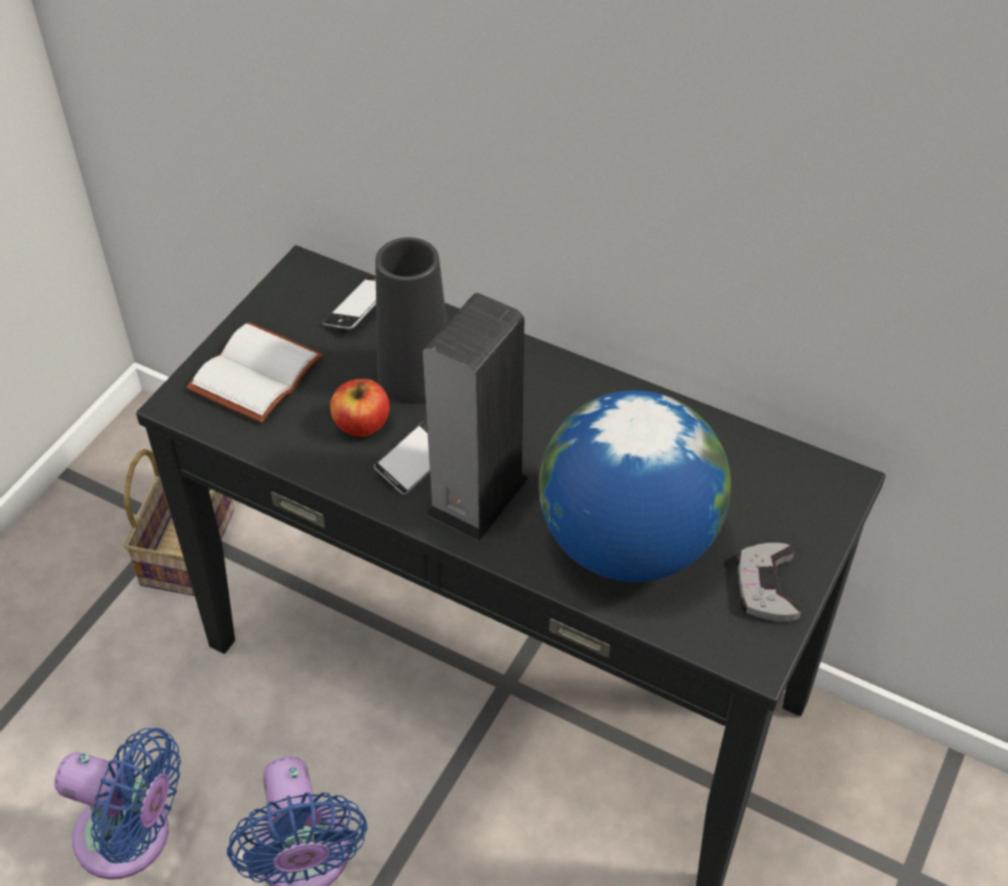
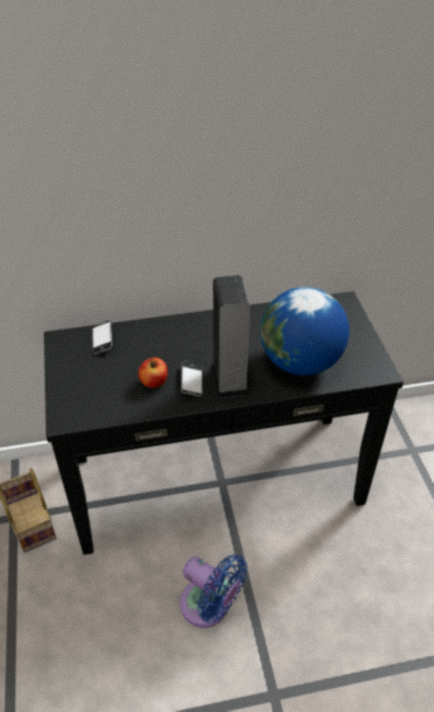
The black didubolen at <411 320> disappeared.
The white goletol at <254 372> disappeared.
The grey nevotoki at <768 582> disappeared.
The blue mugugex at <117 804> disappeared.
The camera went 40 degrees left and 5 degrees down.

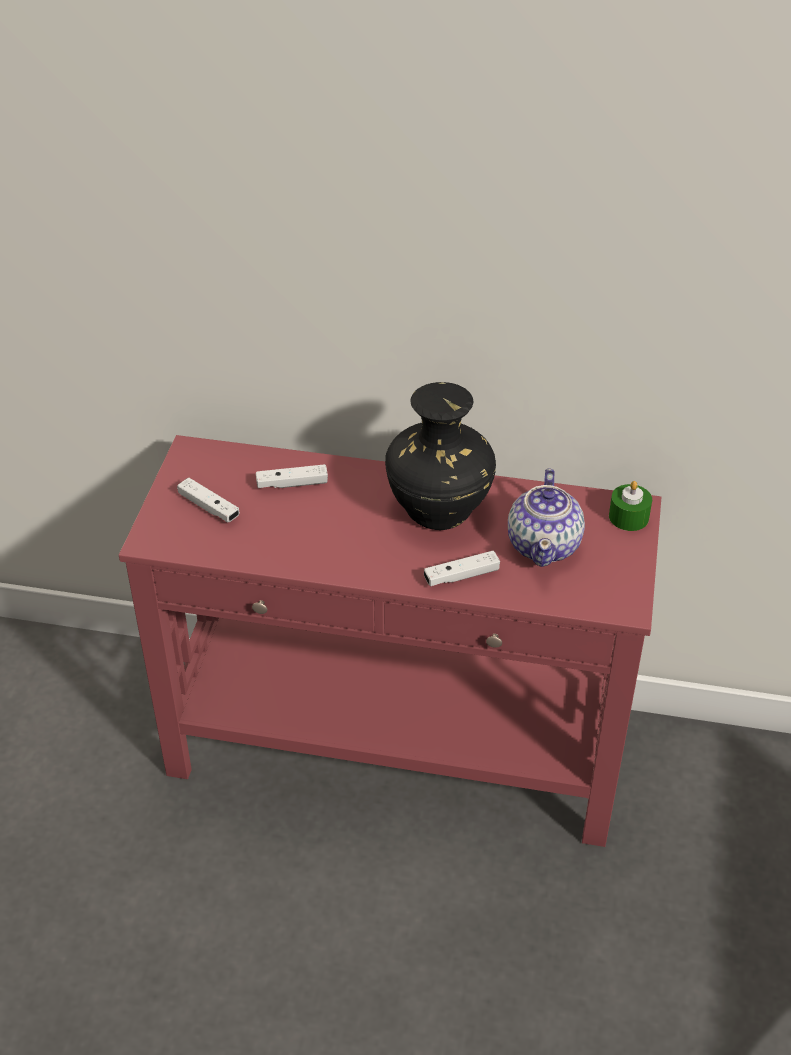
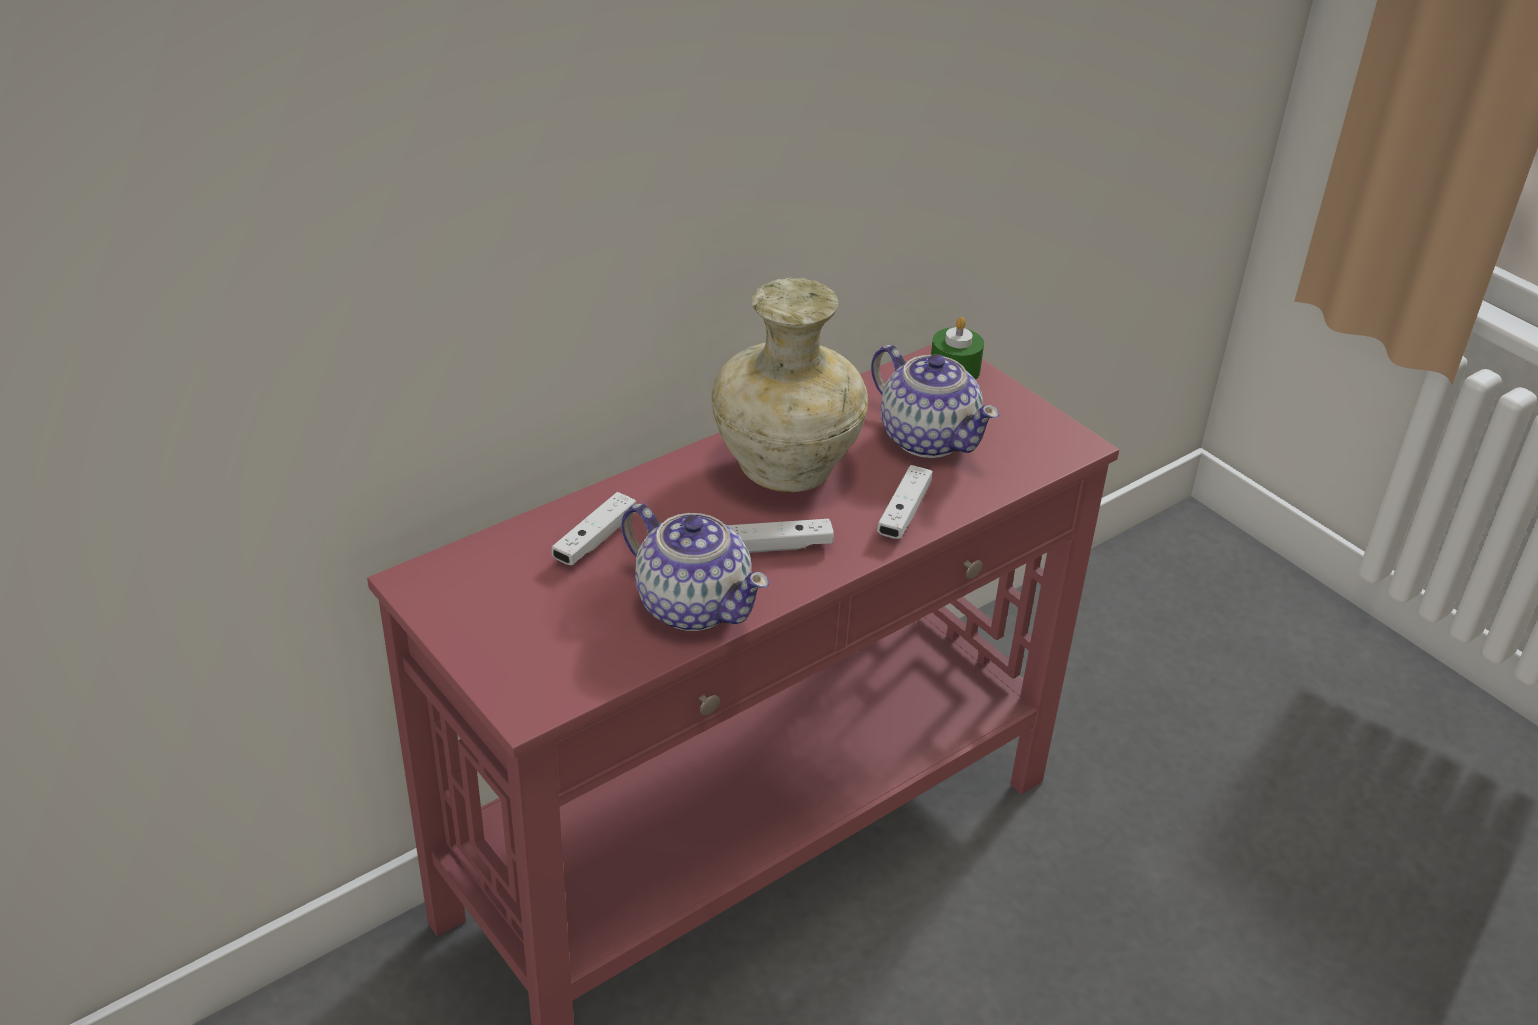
The black didubolen at <440 456> became the beige didubolen at <789 384>.
The white nevotoki moved from <208 500> to <780 536>.
The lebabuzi at <695 567> appeared.
The camera went 50 degrees left and 5 degrees down.

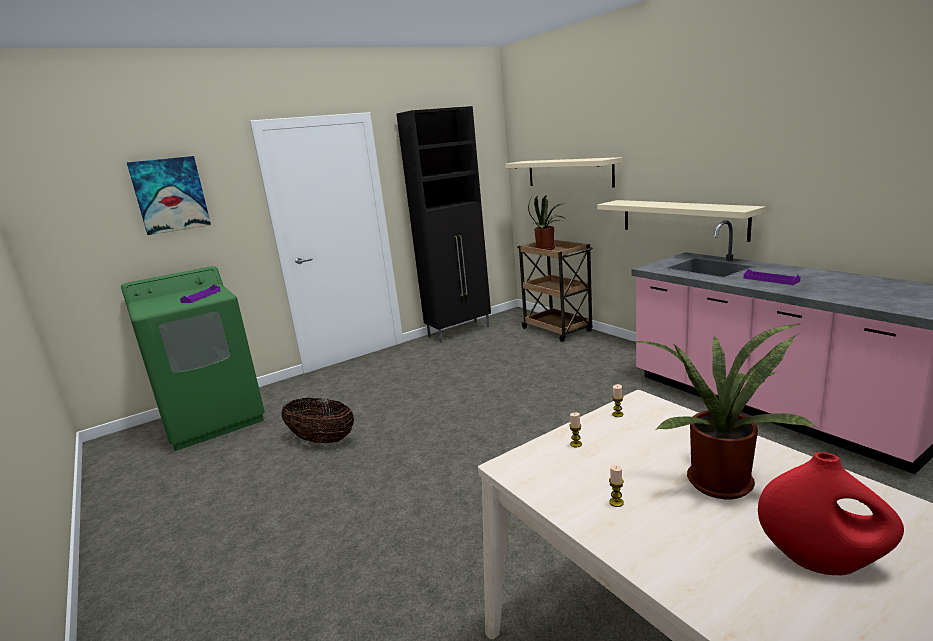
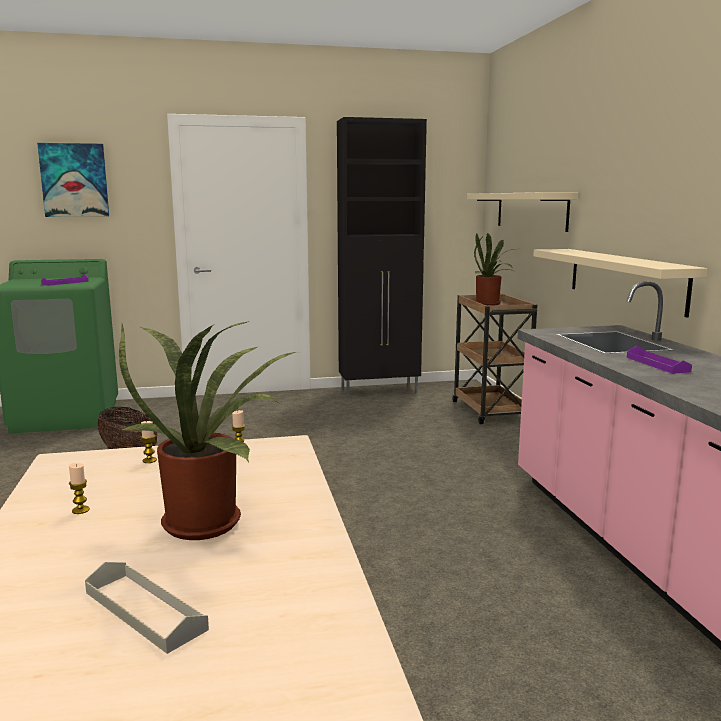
The red didubolen at <831 513> was replaced by the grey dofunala at <147 608>.
The camera went 20 degrees right and 5 degrees down.

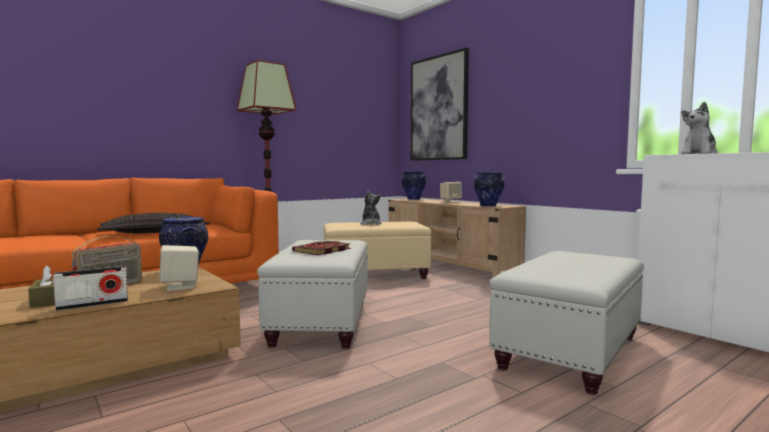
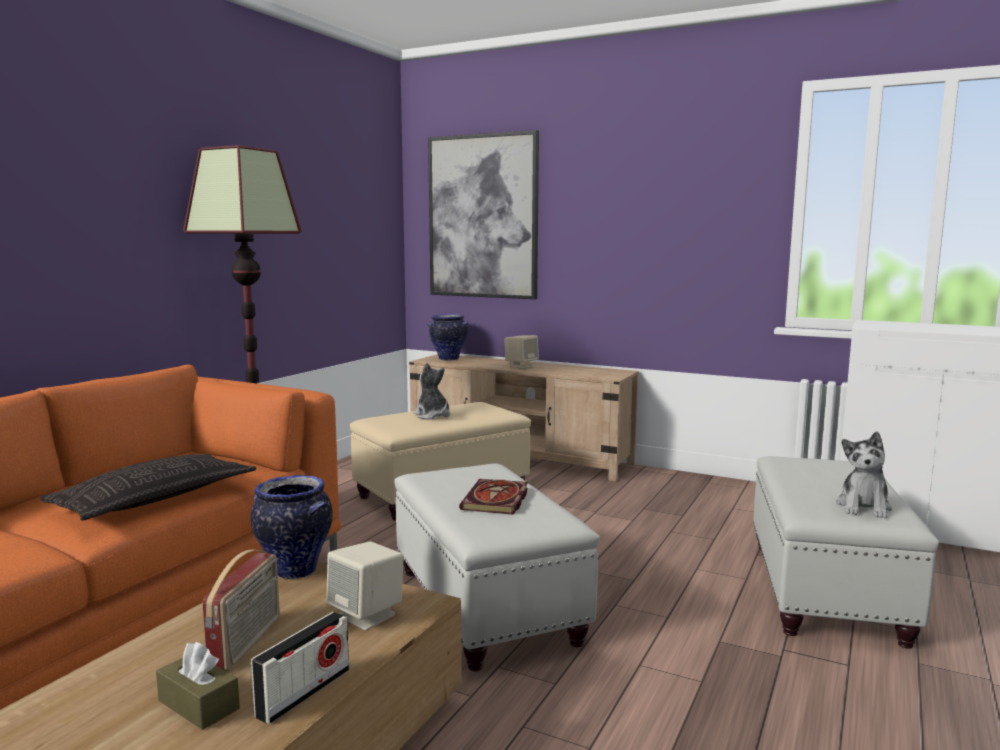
The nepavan moved from <699 128> to <864 475>.
The didubolen at <489 189> disappeared.
The camera went 25 degrees left and 5 degrees up.

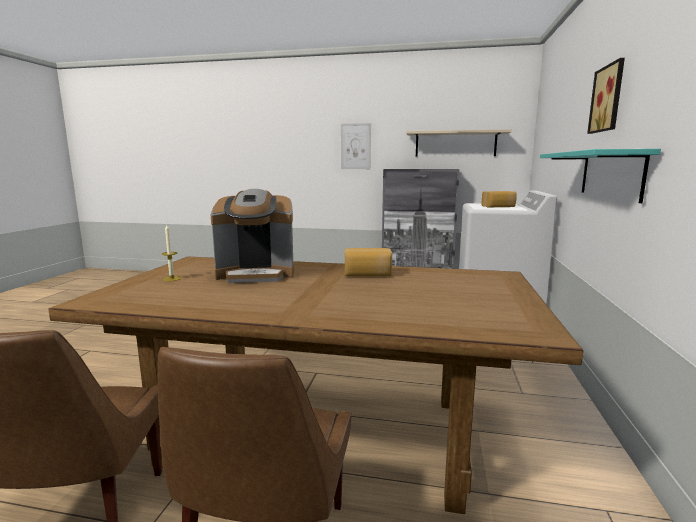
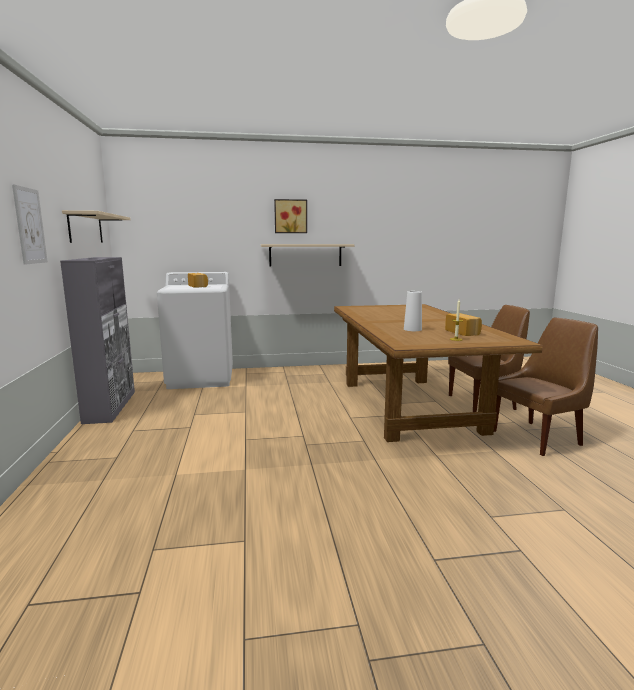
The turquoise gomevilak at <600 176> became the beige gomevilak at <307 255>.
The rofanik at <252 236> was replaced by the white didubolen at <413 311>.
The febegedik moved from <368 262> to <463 324>.
The camera went 110 degrees left and 0 degrees up.

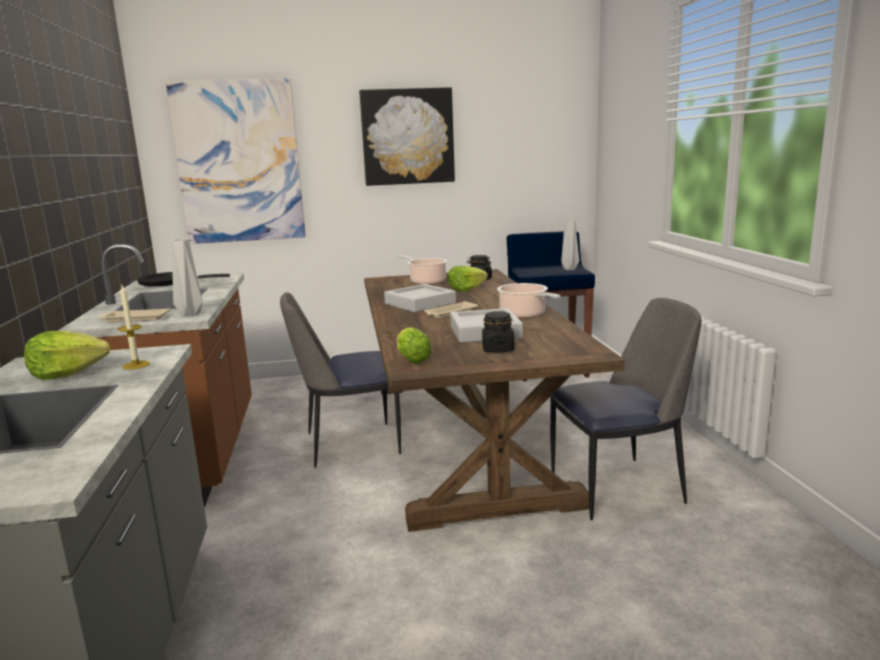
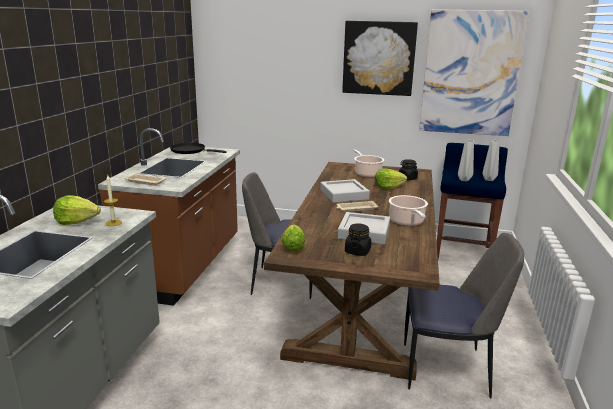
The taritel moved from <236 161> to <474 72>.
The grey didubolen moved from <187 277> to <466 160>.
The camera went 20 degrees right and 5 degrees up.

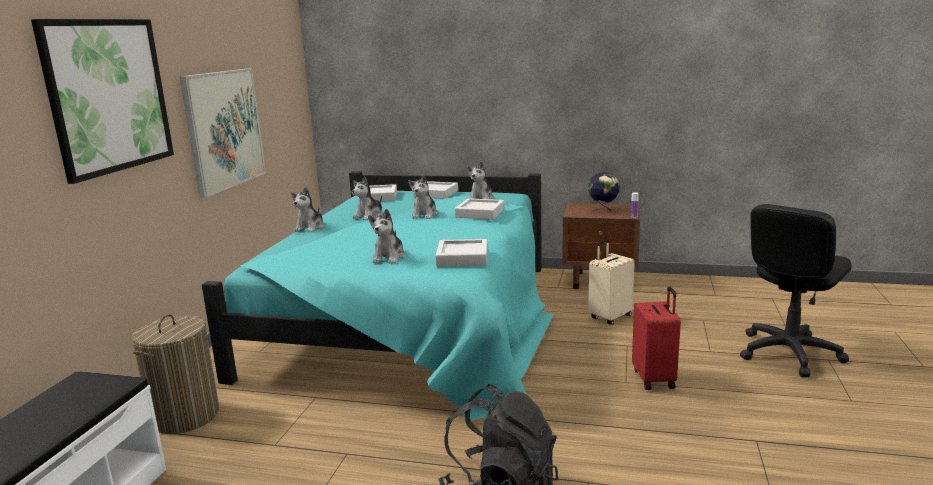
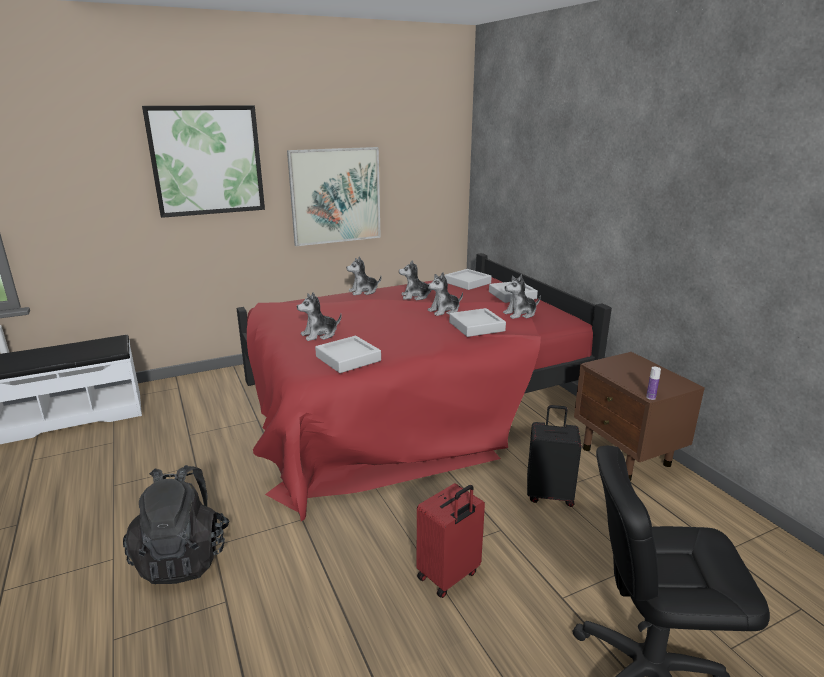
The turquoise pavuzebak at <378 295> became the red pavuzebak at <424 387>.
The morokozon at <604 193> disappeared.
The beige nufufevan at <611 282> became the black nufufevan at <554 456>.
The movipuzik at <175 374> disappeared.
The camera went 50 degrees right and 5 degrees up.

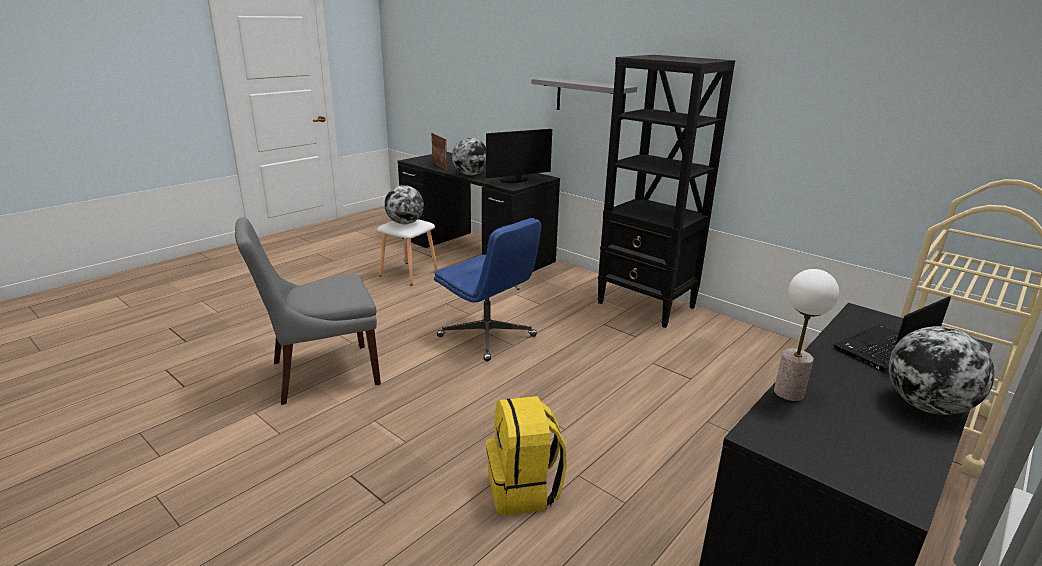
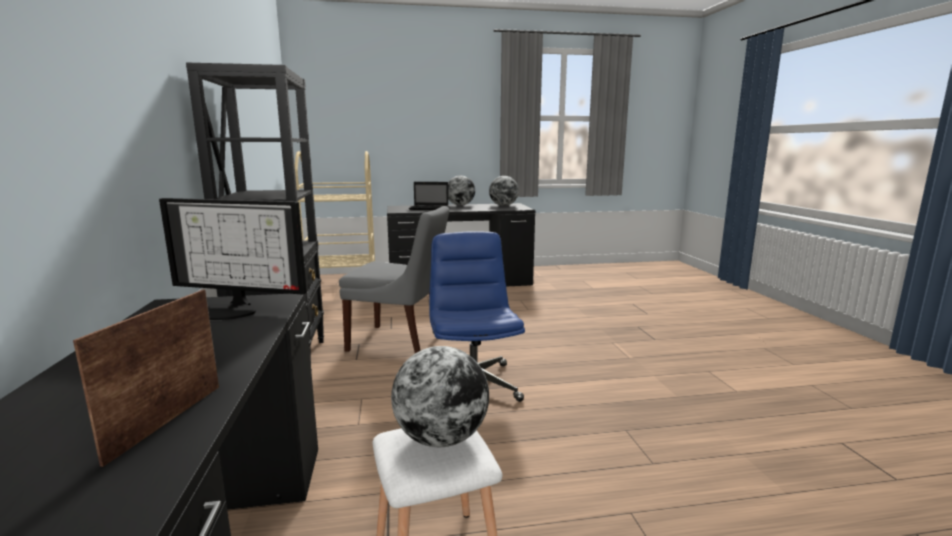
The grey gomevilak at <584 98> disappeared.
The morokozon moved from <469 156> to <504 191>.
The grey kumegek moved from <308 311> to <394 279>.
The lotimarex at <806 335> disappeared.
The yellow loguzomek at <526 455> disappeared.
The camera went 140 degrees left and 10 degrees down.

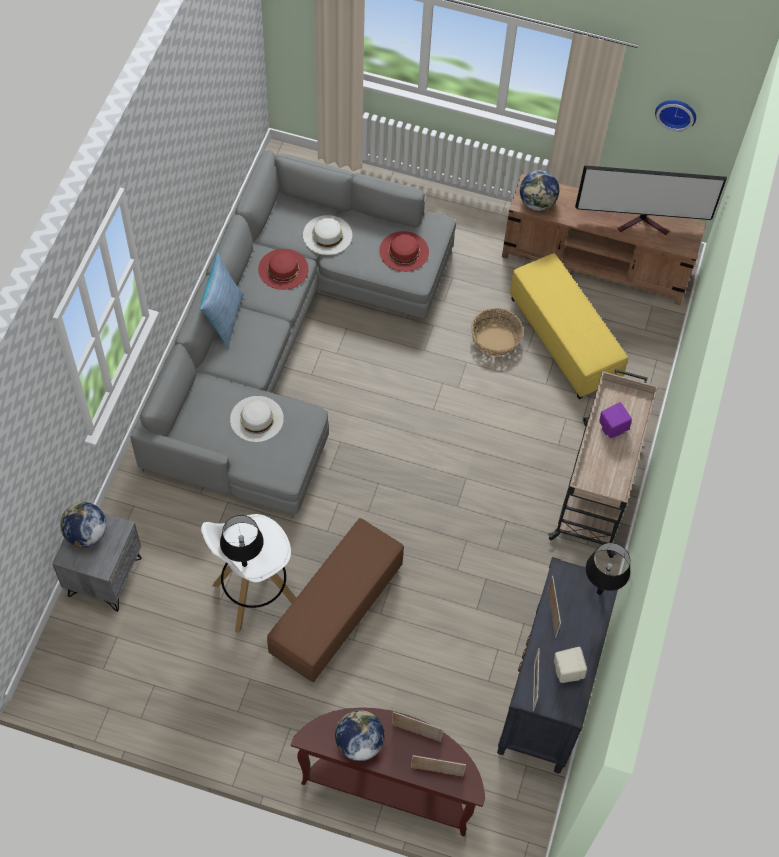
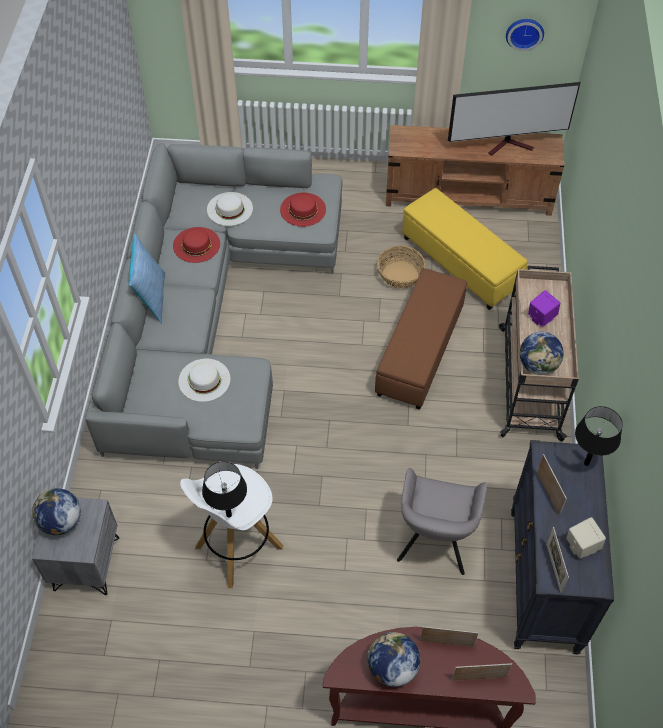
The morokozon moved from <539 190> to <542 353>.
The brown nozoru moved from <335 600> to <421 339>.
The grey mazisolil at <442 521> appeared.
The camera went 10 degrees left and 5 degrees down.

